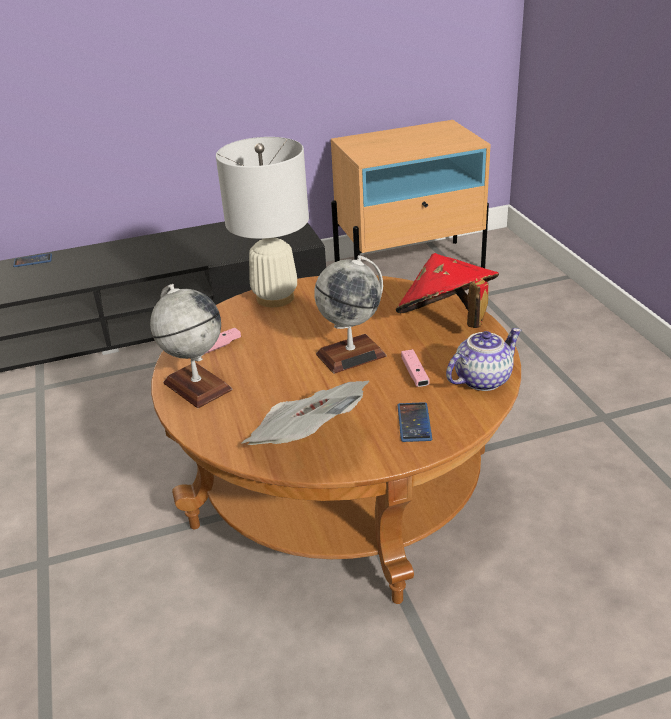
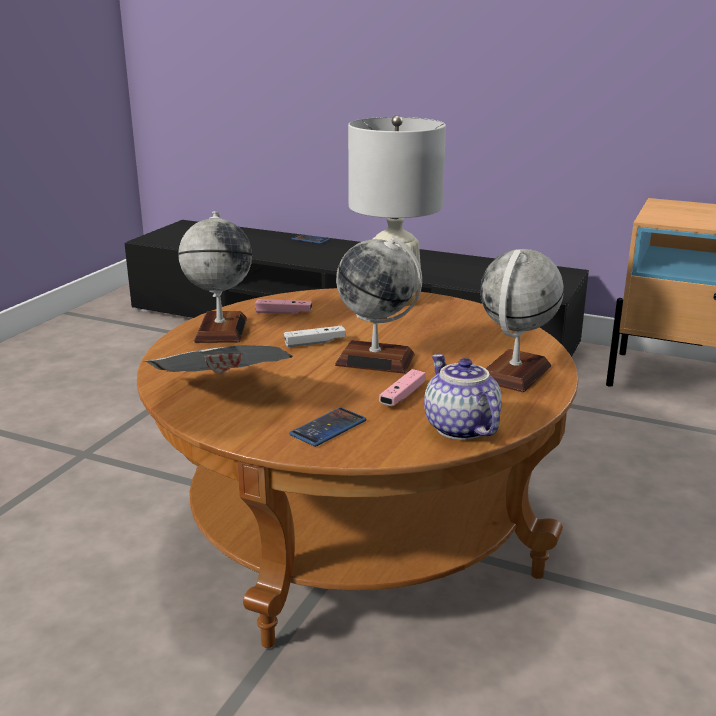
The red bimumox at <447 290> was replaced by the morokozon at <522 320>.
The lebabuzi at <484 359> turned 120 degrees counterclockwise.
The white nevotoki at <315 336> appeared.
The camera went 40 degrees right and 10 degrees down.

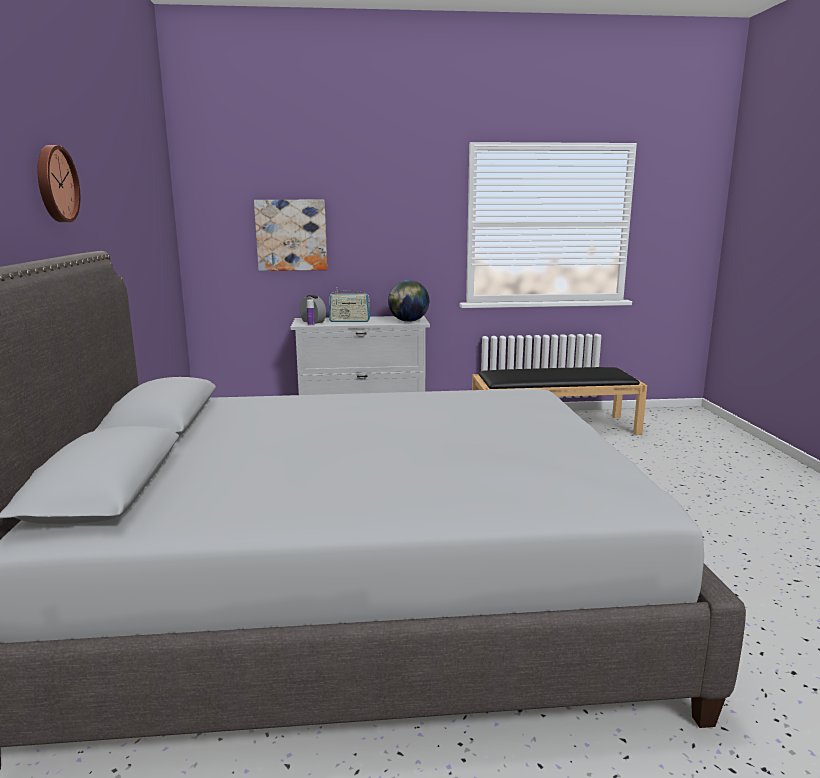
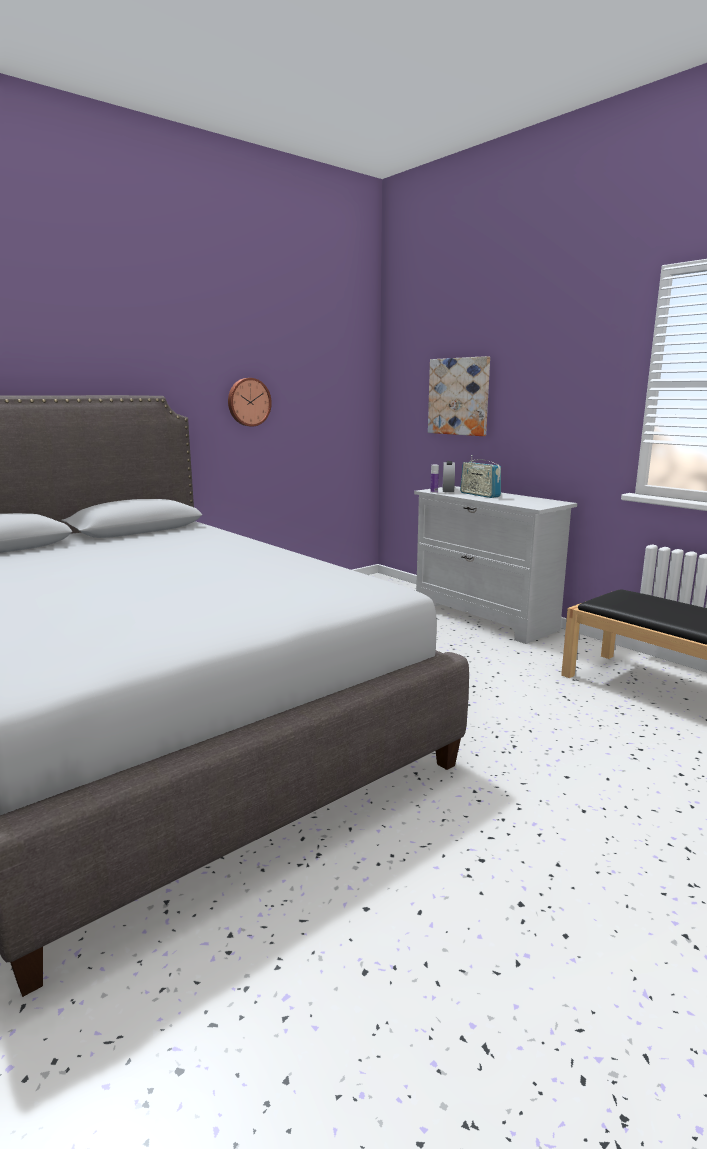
The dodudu moved from <58 183> to <250 402>.
The morokozon at <408 301> disappeared.
The camera went 55 degrees right and 0 degrees up.

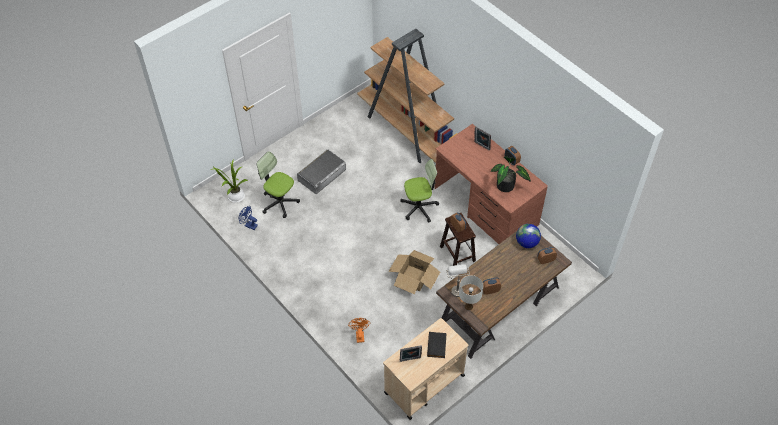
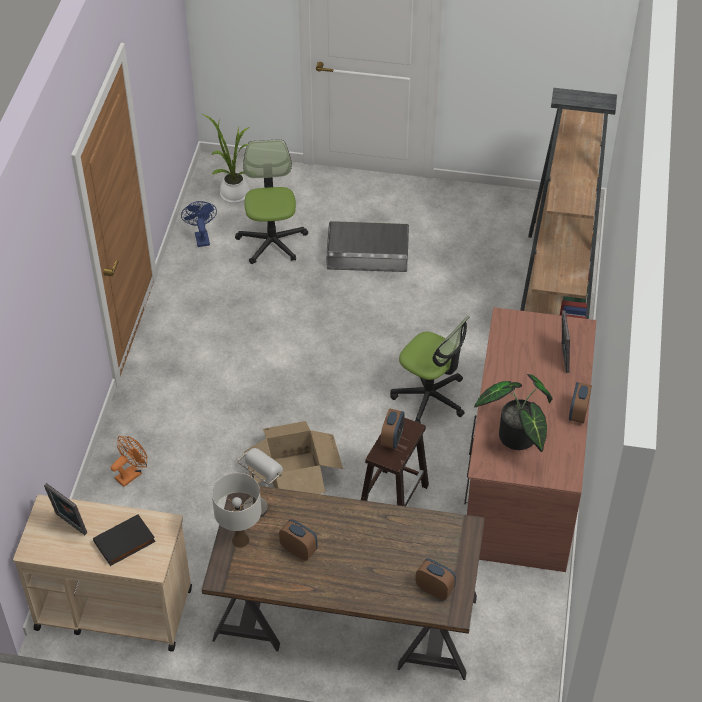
The morokozon at <528 236> disappeared.
The camera went 50 degrees right and 5 degrees down.

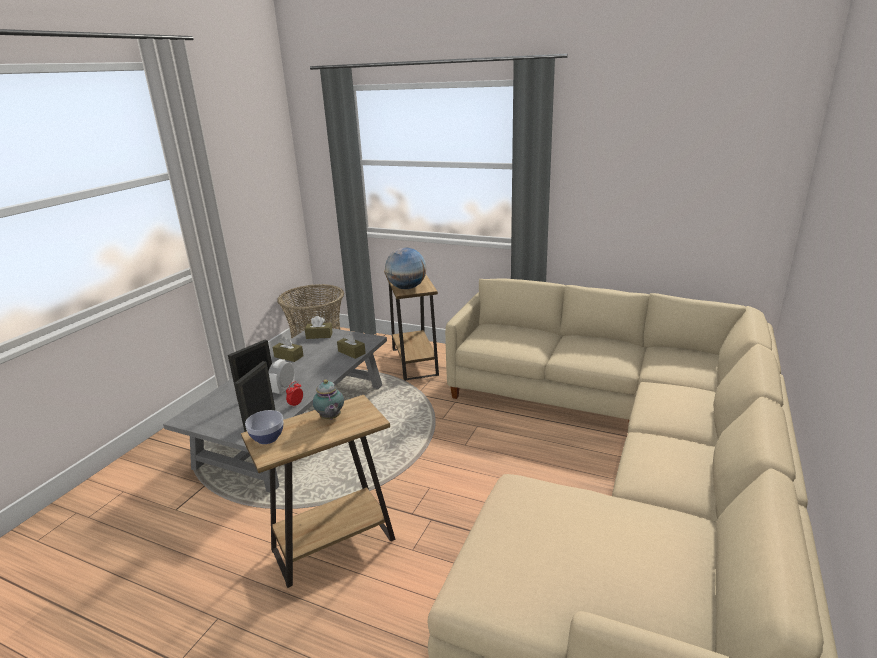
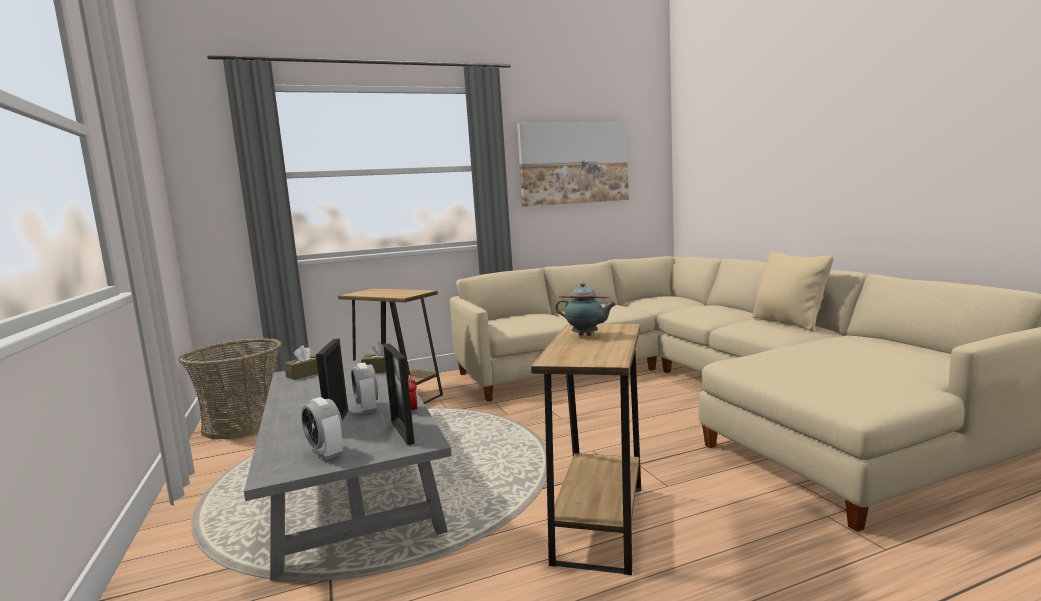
The morokozon at <405 268> disappeared.
The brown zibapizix at <288 349> disappeared.
The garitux at <264 427> disappeared.
The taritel at <573 164> appeared.
The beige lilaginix at <793 291> appeared.
The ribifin at <322 428> appeared.
The camera went 45 degrees left and 15 degrees down.

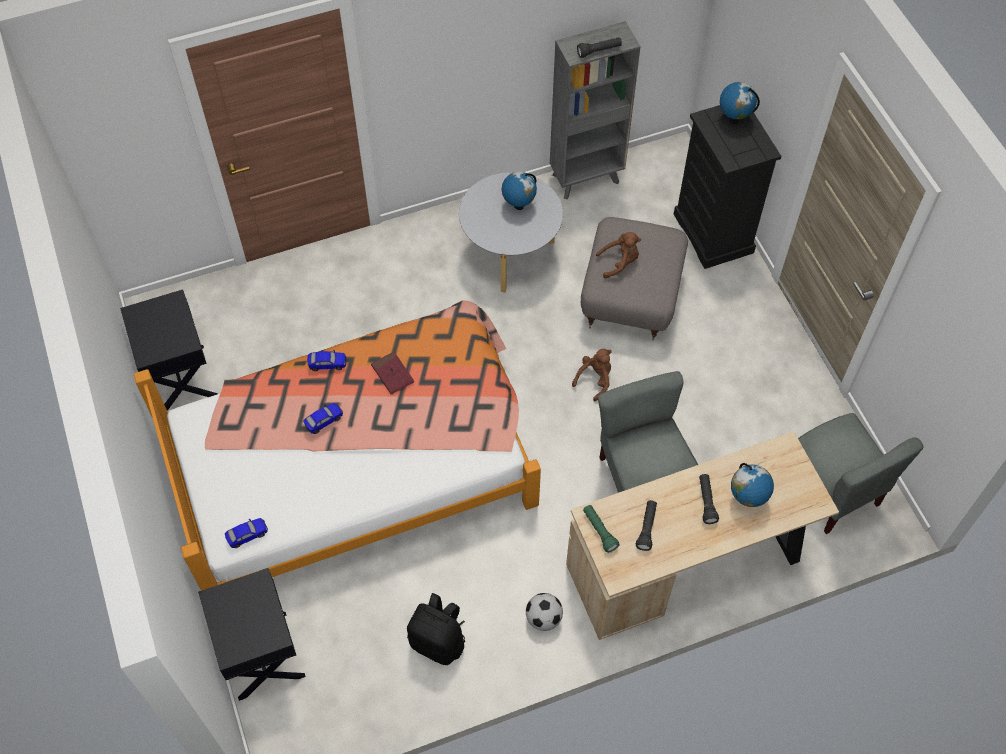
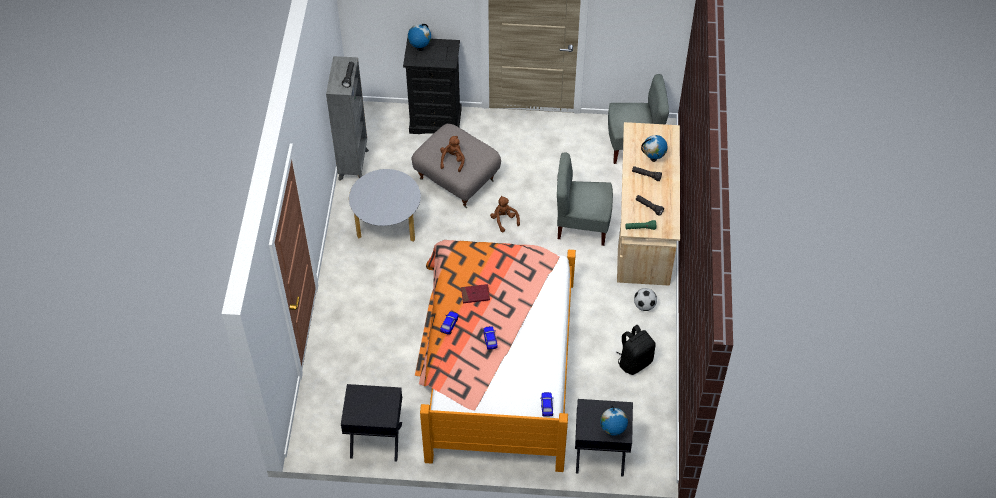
The morokozon moved from <519 190> to <614 421>.
The camera went 65 degrees left and 5 degrees down.

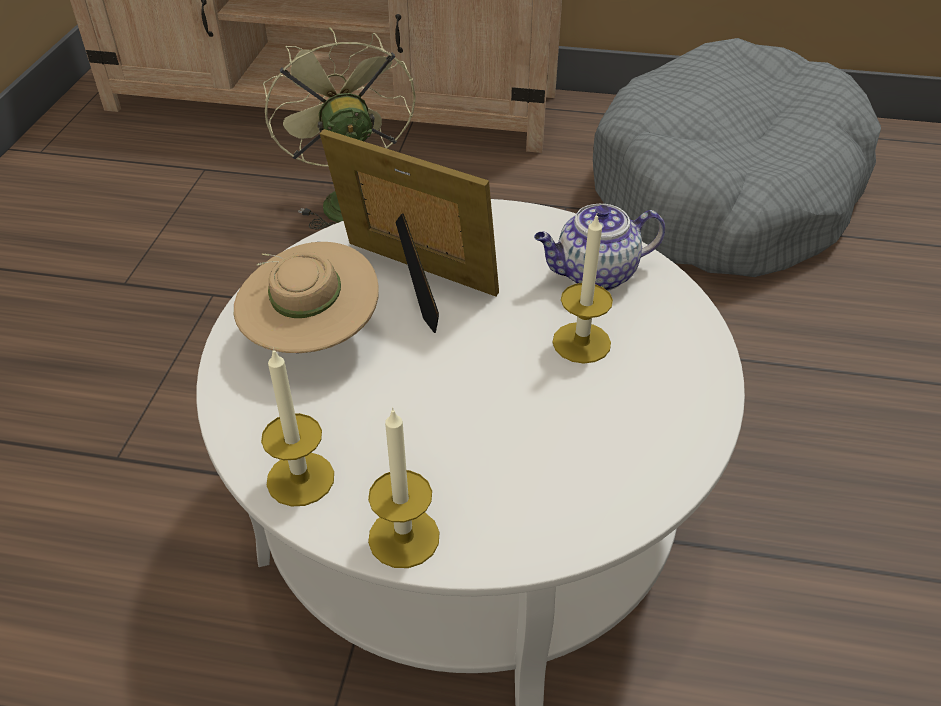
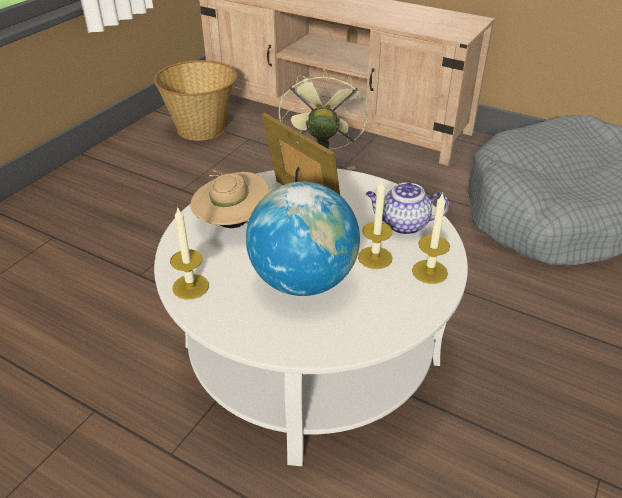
The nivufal moved from <404 487> to <431 238>.
The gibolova at <195 100> appeared.
The morokozon at <303 239> appeared.
The camera went 20 degrees right and 5 degrees down.

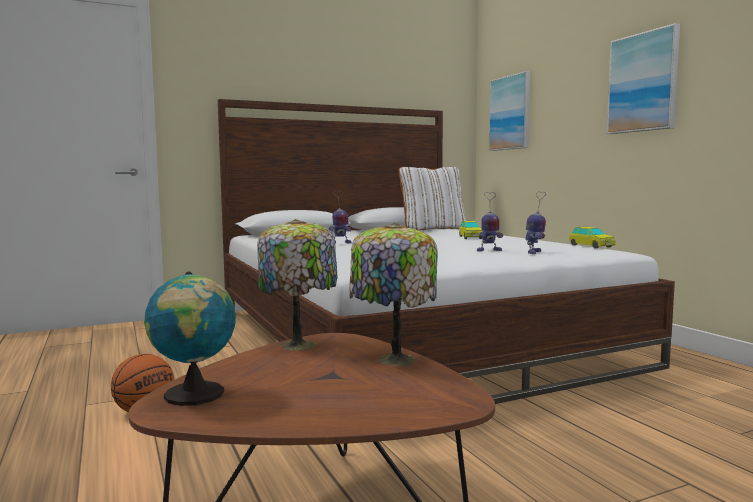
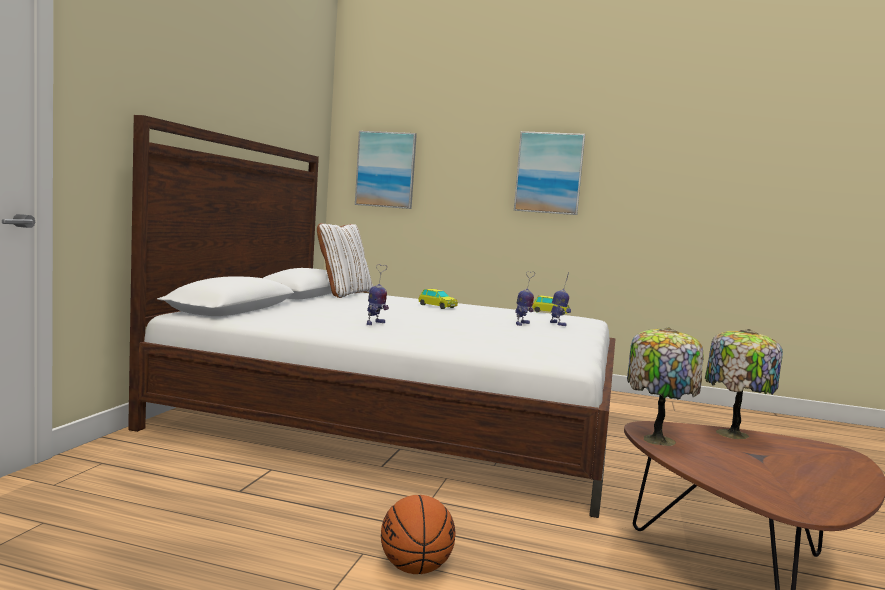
The morokozon at <190 338> disappeared.
The camera went 50 degrees left and 0 degrees up.

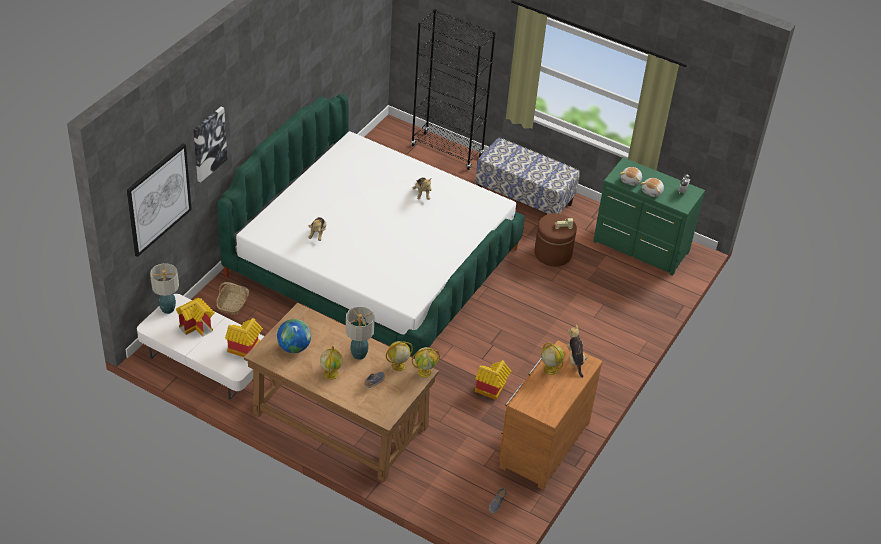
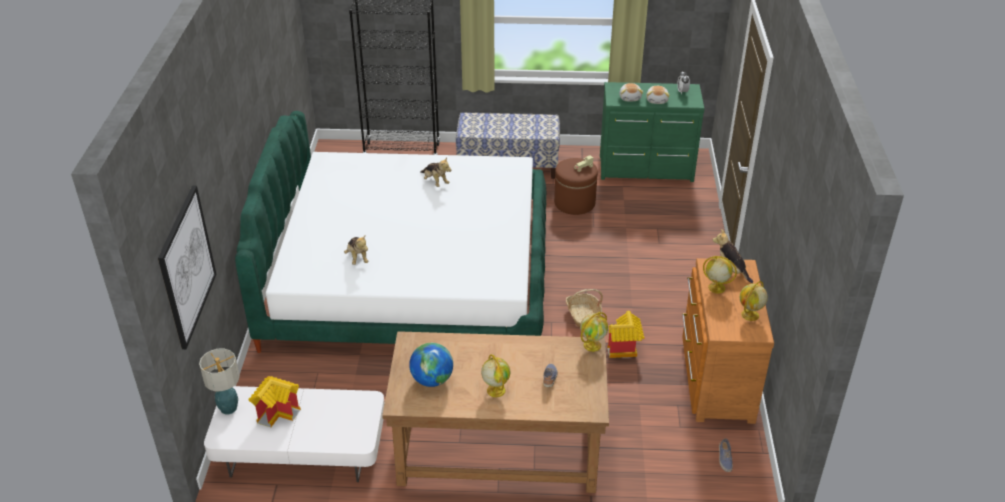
The taritel at <210 144> disappeared.
The gibolova moved from <233 298> to <584 308>.
The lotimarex at <360 333> disappeared.
The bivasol at <244 337> disappeared.
The morokozon moved from <399 356> to <754 301>.
The camera went 25 degrees left and 5 degrees down.

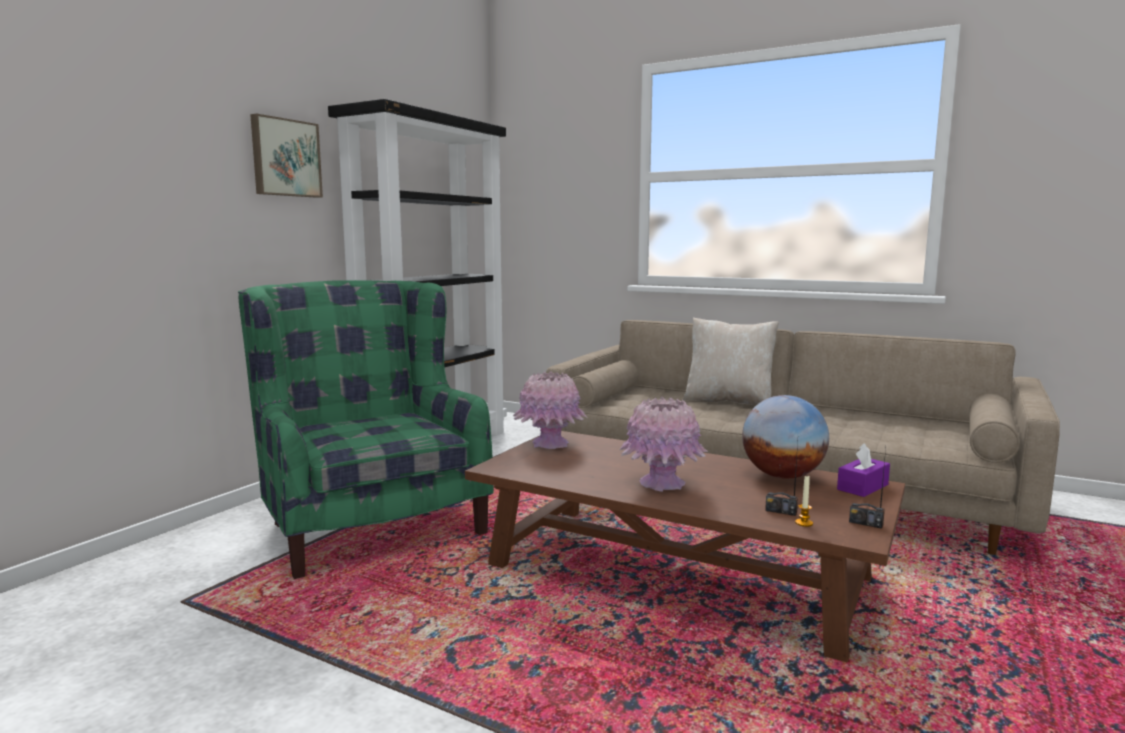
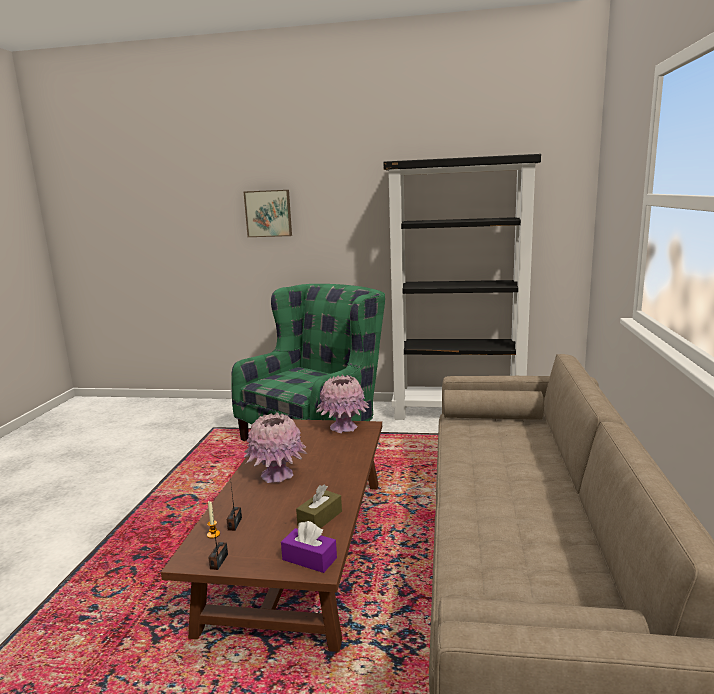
The taritel moved from <286 156> to <268 213>.
The beige lilaginix at <731 361> disappeared.
The morokozon at <785 437> was replaced by the brown zibapizix at <319 506>.
The camera went 70 degrees right and 5 degrees up.

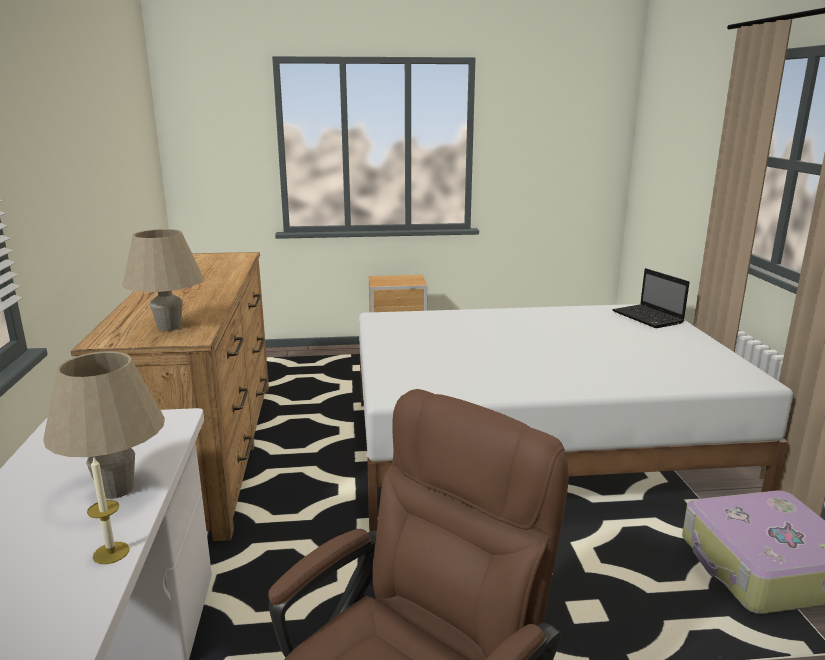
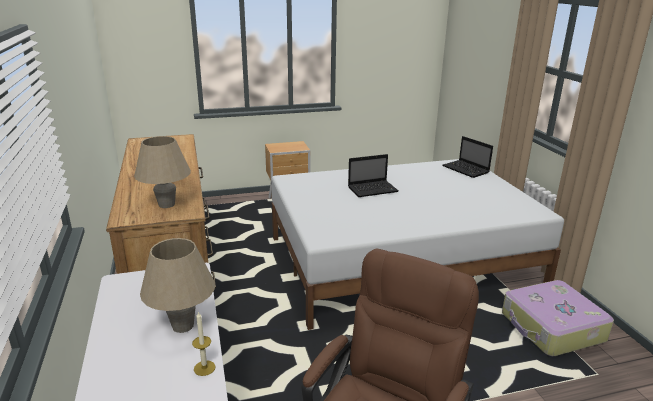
The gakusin at <373 175> appeared.
The camera went 10 degrees left and 5 degrees up.

